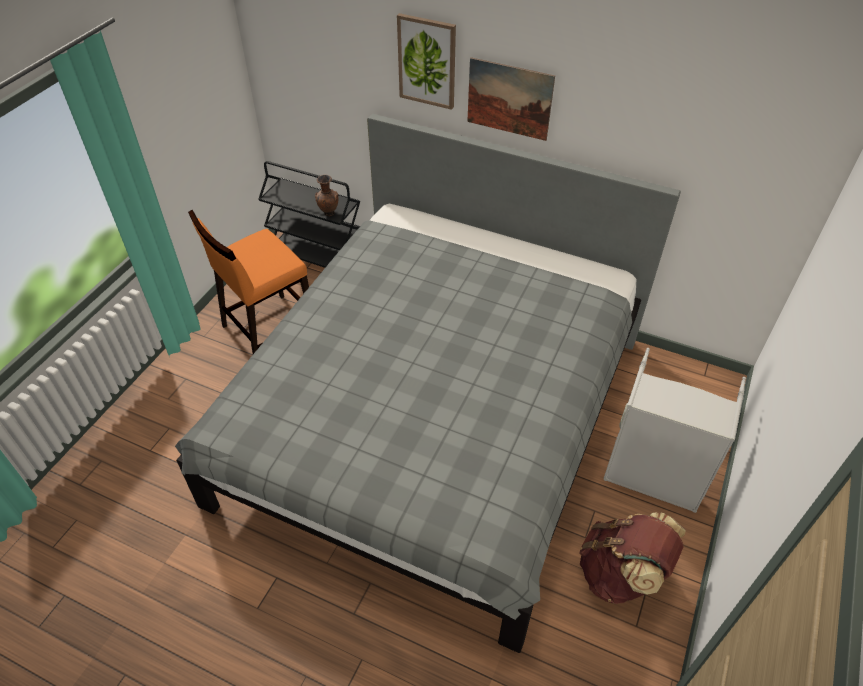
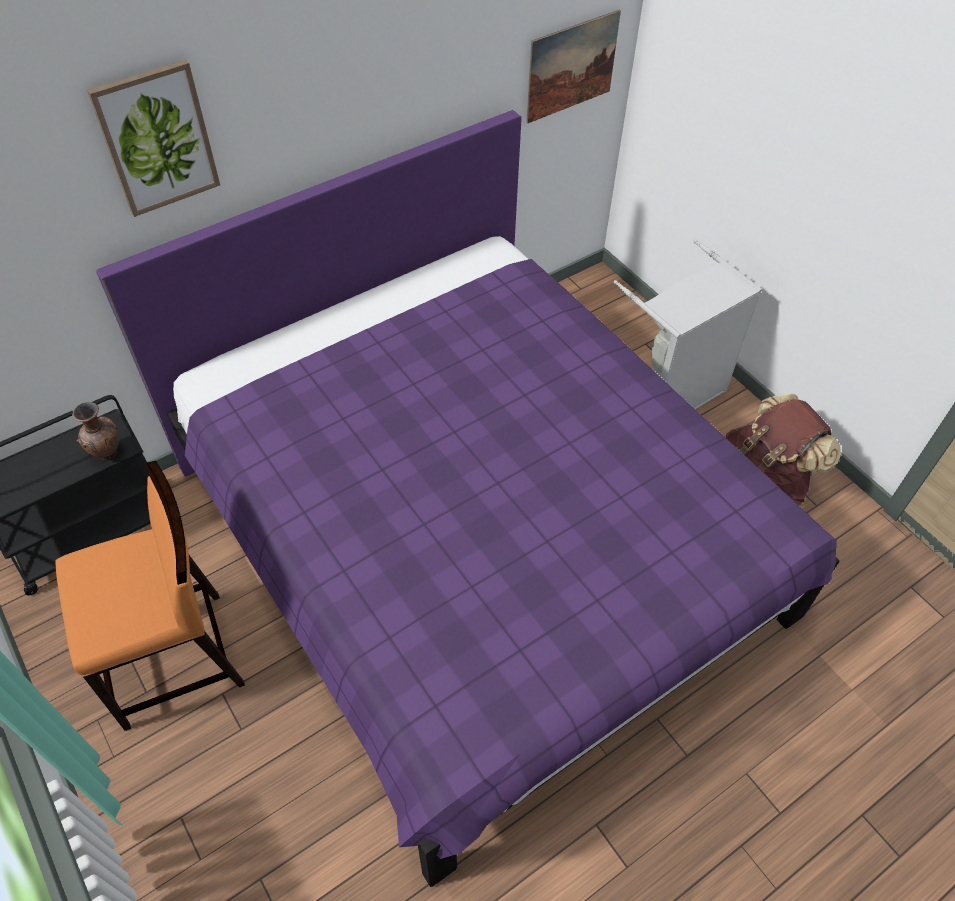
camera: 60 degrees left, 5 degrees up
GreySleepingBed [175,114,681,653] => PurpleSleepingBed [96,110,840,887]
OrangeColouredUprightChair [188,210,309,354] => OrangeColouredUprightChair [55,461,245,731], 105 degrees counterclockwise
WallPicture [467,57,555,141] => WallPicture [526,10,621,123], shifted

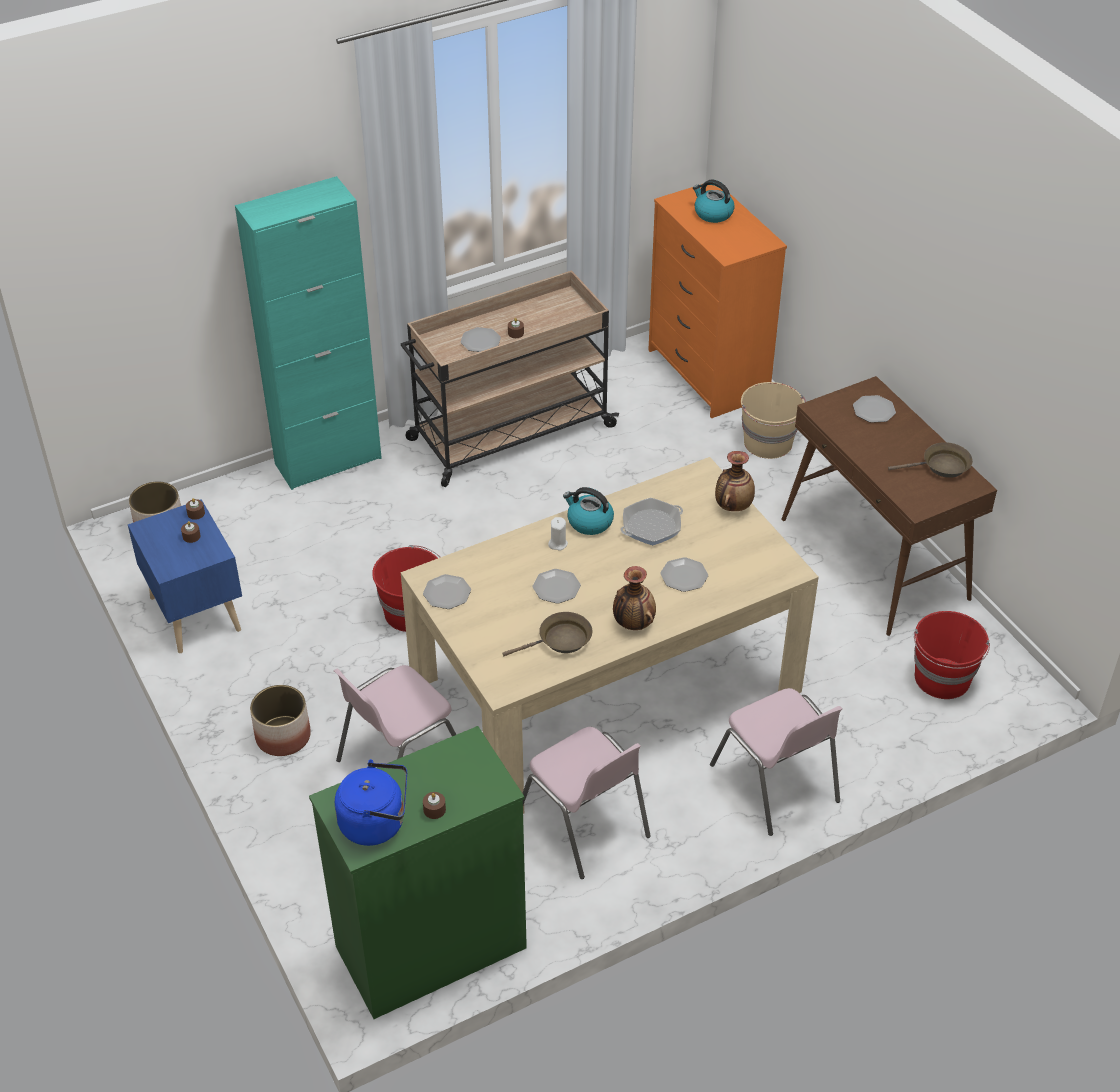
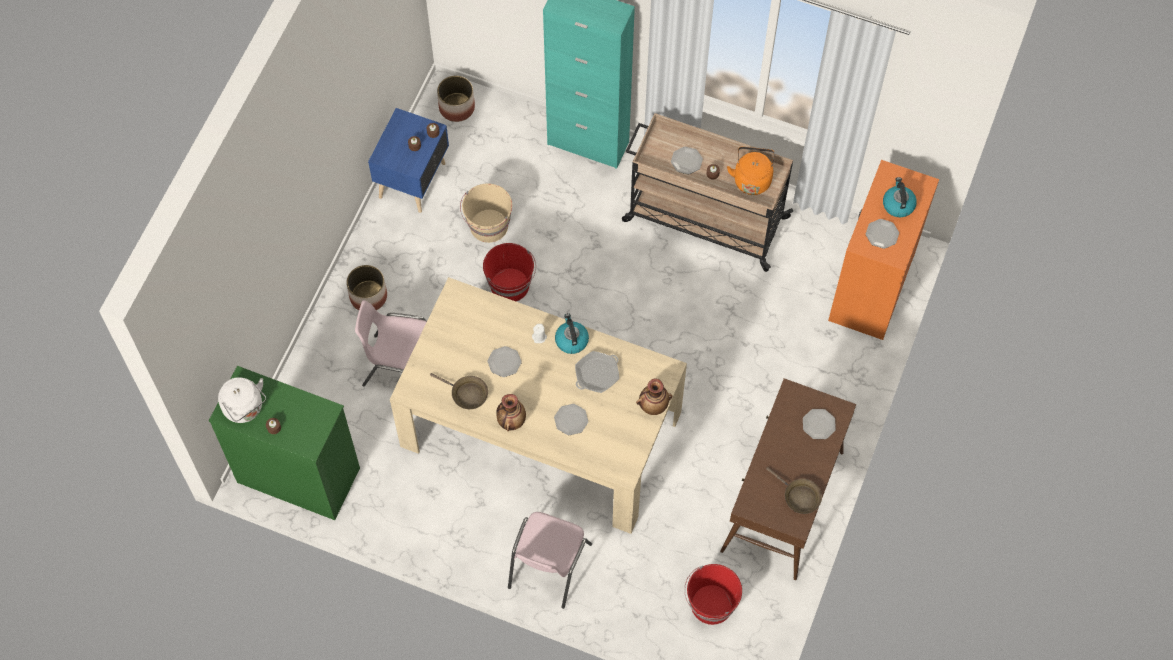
camera: 50 degrees right, 20 degrees up
BlueColouredKettle [335,759,407,846] => WhitishKettle [218,377,266,423]
Plate [423,574,471,609] => Plate [866,219,899,249], shifted
PinkUprightChair [522,727,651,879] => nothing
FryingPan [621,498,683,545] => FryingPan [575,351,619,393], 120 degrees clockwise
BeigePail [741,382,806,459] => BeigePail [460,183,512,243], shifted
nothing => OrangeColouredKettle [727,147,775,195]

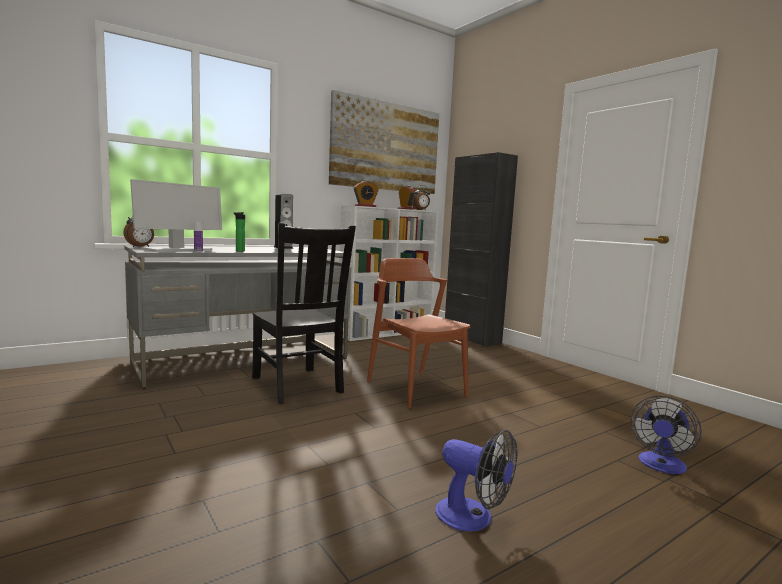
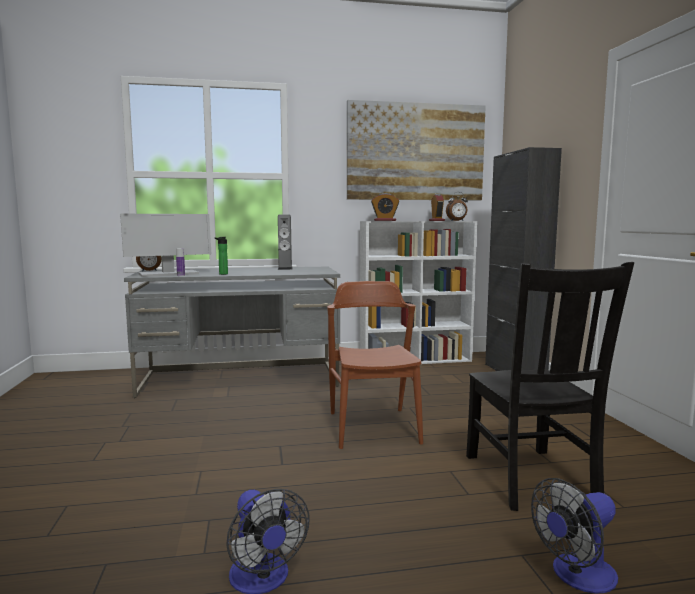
camera: 25 degrees right, 0 degrees up
BlackishUprightChair [252,223,356,404] => BlackishUprightChair [466,262,634,511], shifted

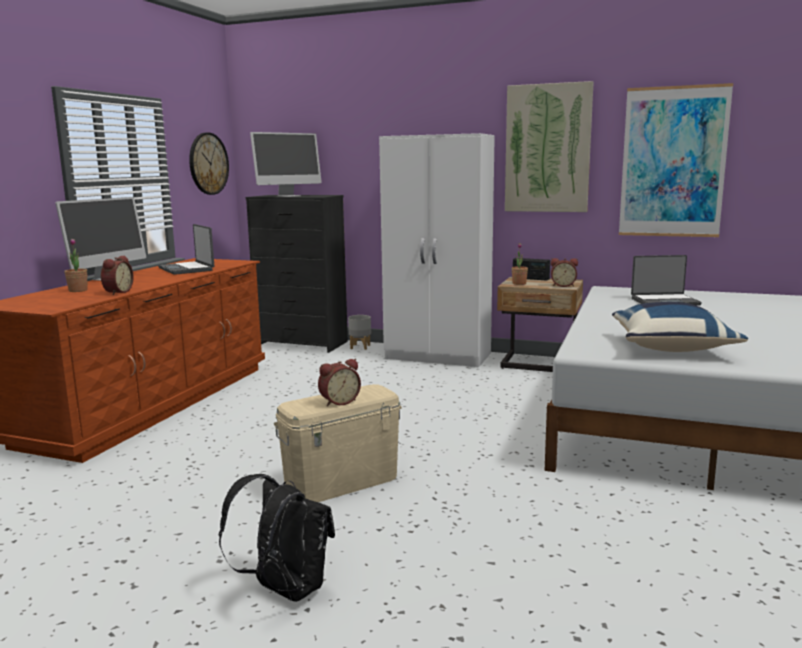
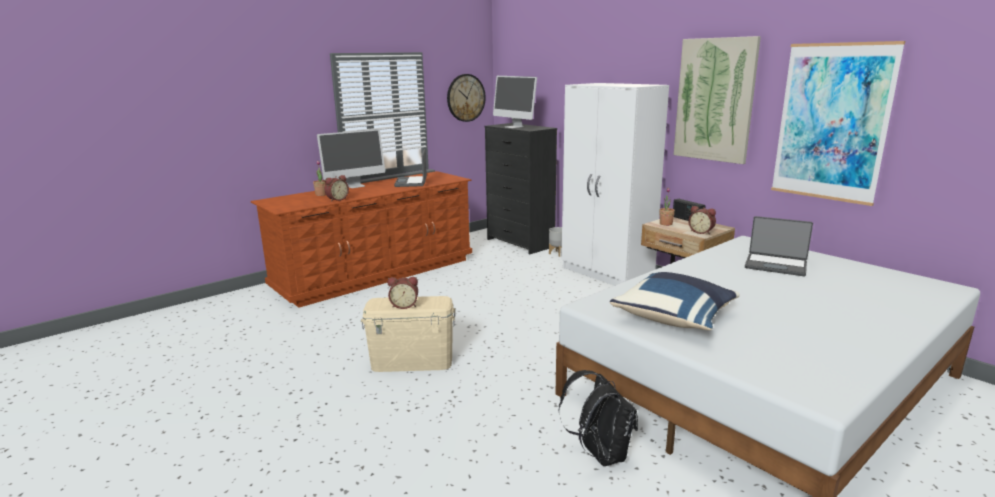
camera: 30 degrees right, 5 degrees up
BlackishBackpack [219,474,335,602] => BlackishBackpack [558,370,638,466], shifted
Monitor [250,132,322,197] => Monitor [493,76,537,128], 60 degrees clockwise

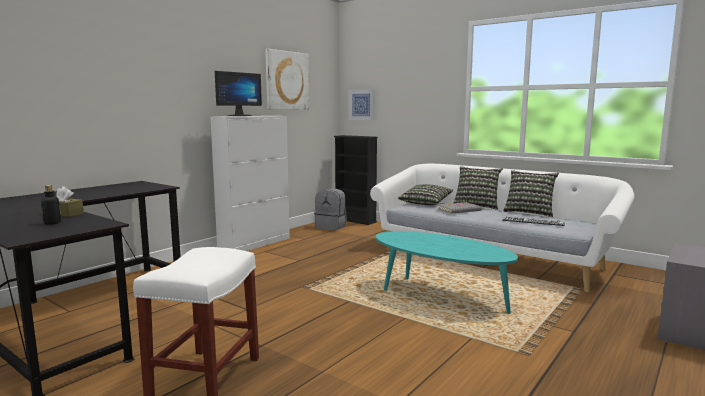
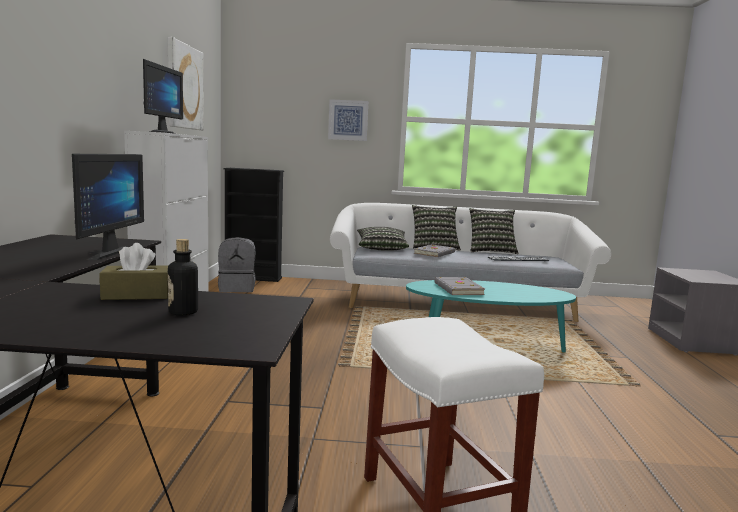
camera: 35 degrees left, 0 degrees up
WallPicture [349,89,374,120] => WallPicture [328,99,368,141], shifted
nothing => Monitor [72,154,144,260]
nothing => GreyBook [434,277,485,295]

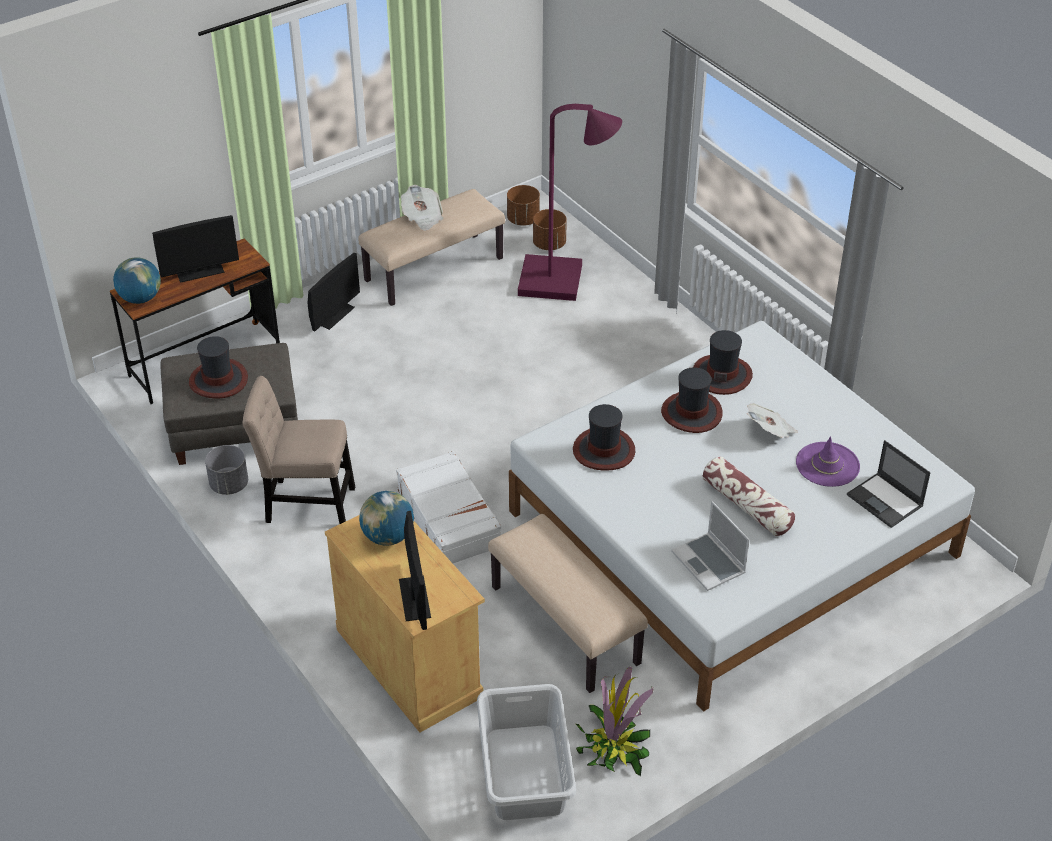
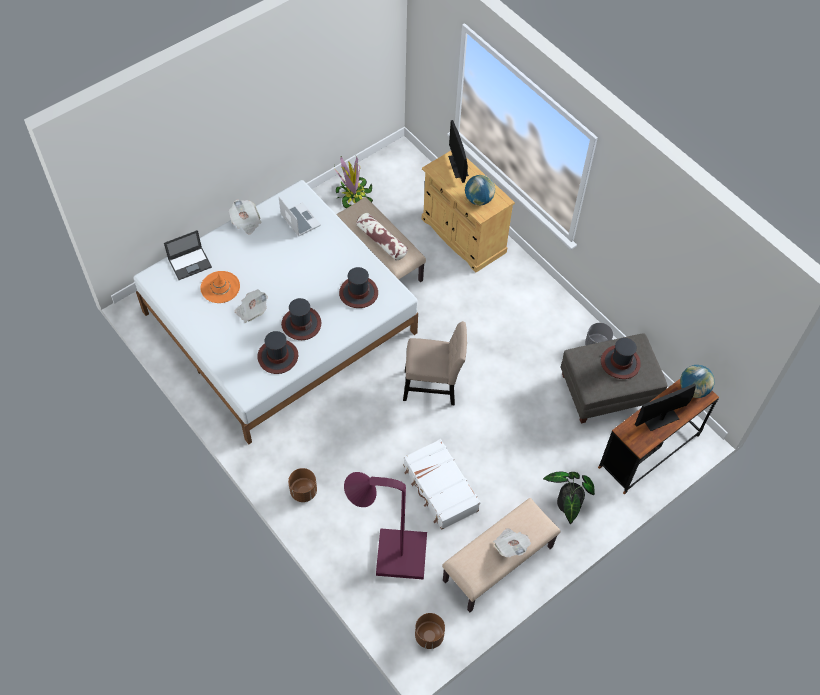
camera: 175 degrees right, 15 degrees up
BeigeUprightChair [242,376,355,524] => BeigeUprightChair [403,321,467,405], shifted
Monitor [308,253,360,331] => PottedPlant [543,471,595,524]
WhitishSuitcase [396,451,501,563] => WhitishSuitcase [403,439,481,530], shifted
GreyHamper [477,684,576,820] => nothing
BrownColouredFlowerPot [533,209,567,250] => BrownColouredFlowerPot [288,468,317,502], shifted
ThrowPillow [703,457,795,536] => ThrowPillow [356,213,408,261], shifted
PurpleWearableHat [796,436,860,487] => OrangeColouredWearableHat [200,271,240,303]
Laptop [847,440,931,528] => Laptop [164,230,212,280], 105 degrees clockwise
nothing => PrintedPaper [229,199,262,234]

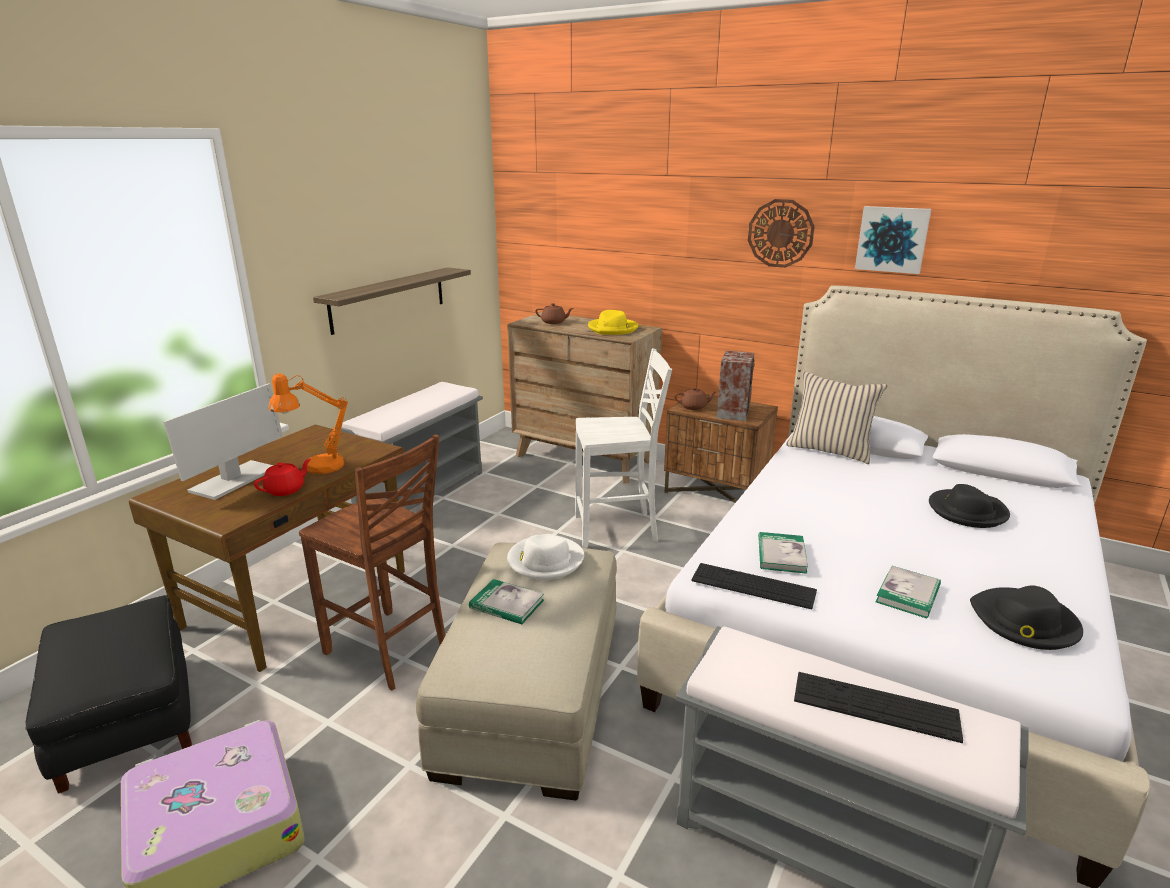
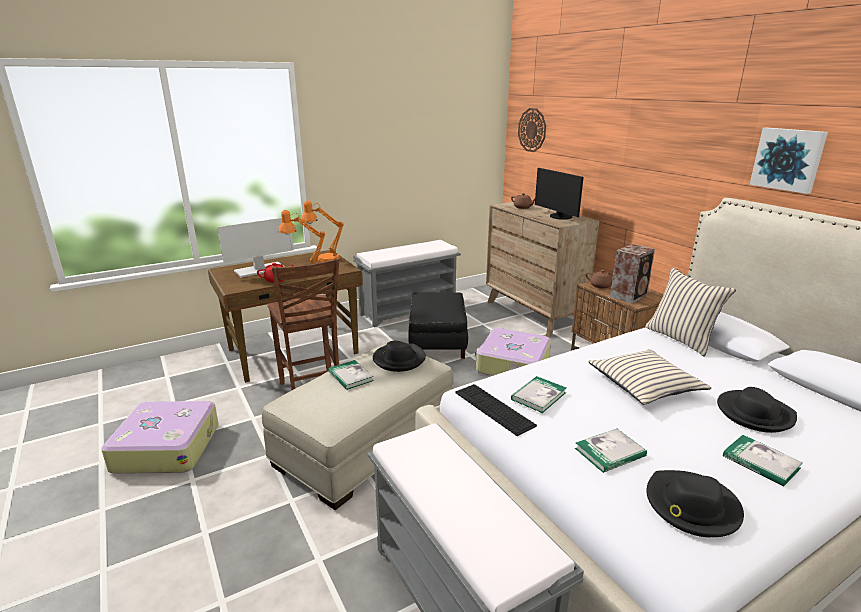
camera: 30 degrees right, 0 degrees up
BlackishFootrest [25,595,192,794] => BlackishFootrest [408,292,468,359], shifted
BracketShelf [313,267,471,335] => nothing
WhitishWearableHat [507,534,584,580] => BlackishWearableHat [373,341,426,372]
WhitishUprightChair [575,349,672,548] => Suitcase [475,328,551,376]
YellowColouredWearableHat [588,310,638,335] => Monitor [535,168,583,220]
WallClock [748,199,815,268] => WallClock [518,108,546,152], shifted
PcKeyboard [794,672,963,743] => nothing
nothing => OrangeColouredLampForATable [301,200,344,262]
nothing => BeigeThrowPillow [588,349,711,405]
nothing => Book [723,435,803,487]

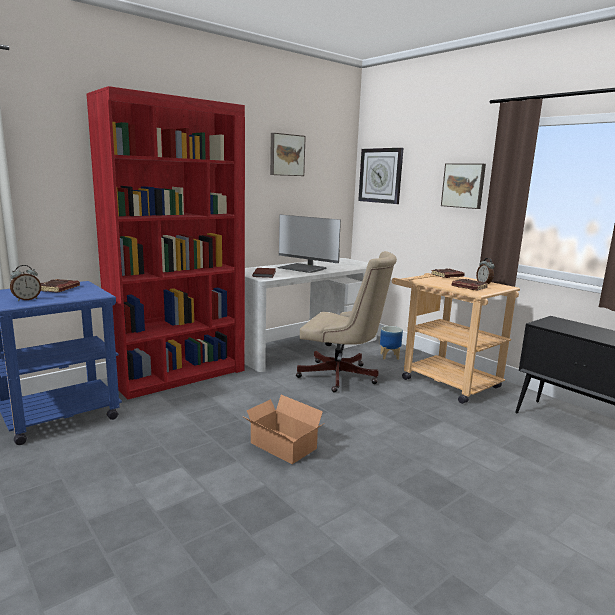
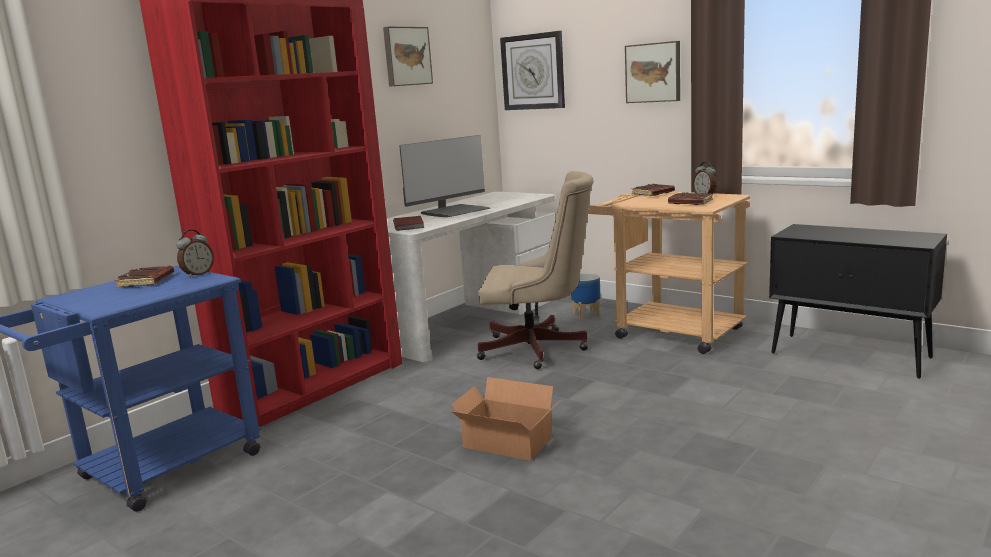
camera: 10 degrees left, 0 degrees up
TableClock [10,265,41,301] => TableClock [177,230,214,278], shifted
Monitor [277,215,341,273] => Monitor [399,135,490,217], 60 degrees counterclockwise

